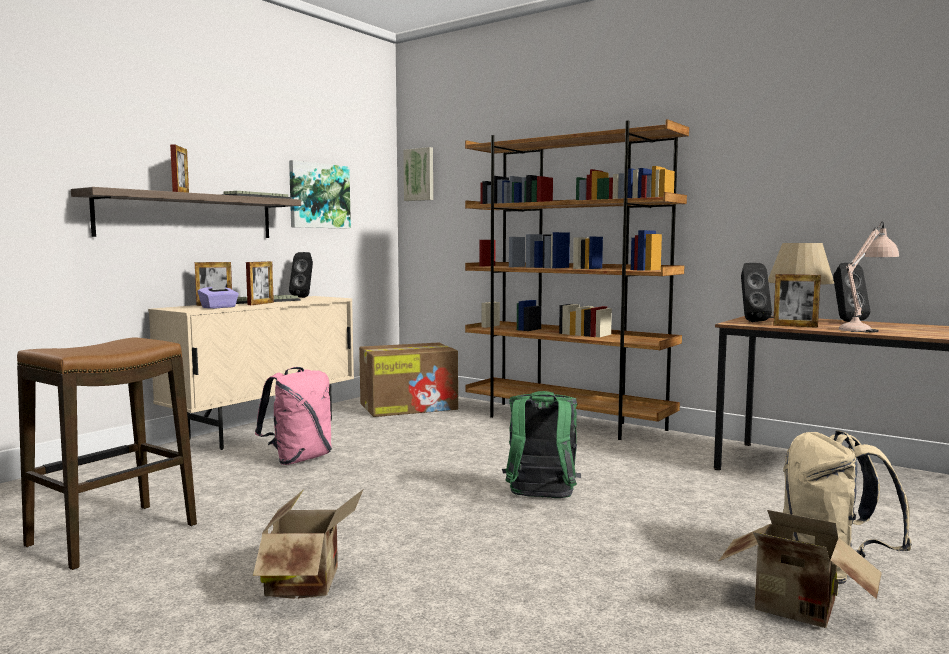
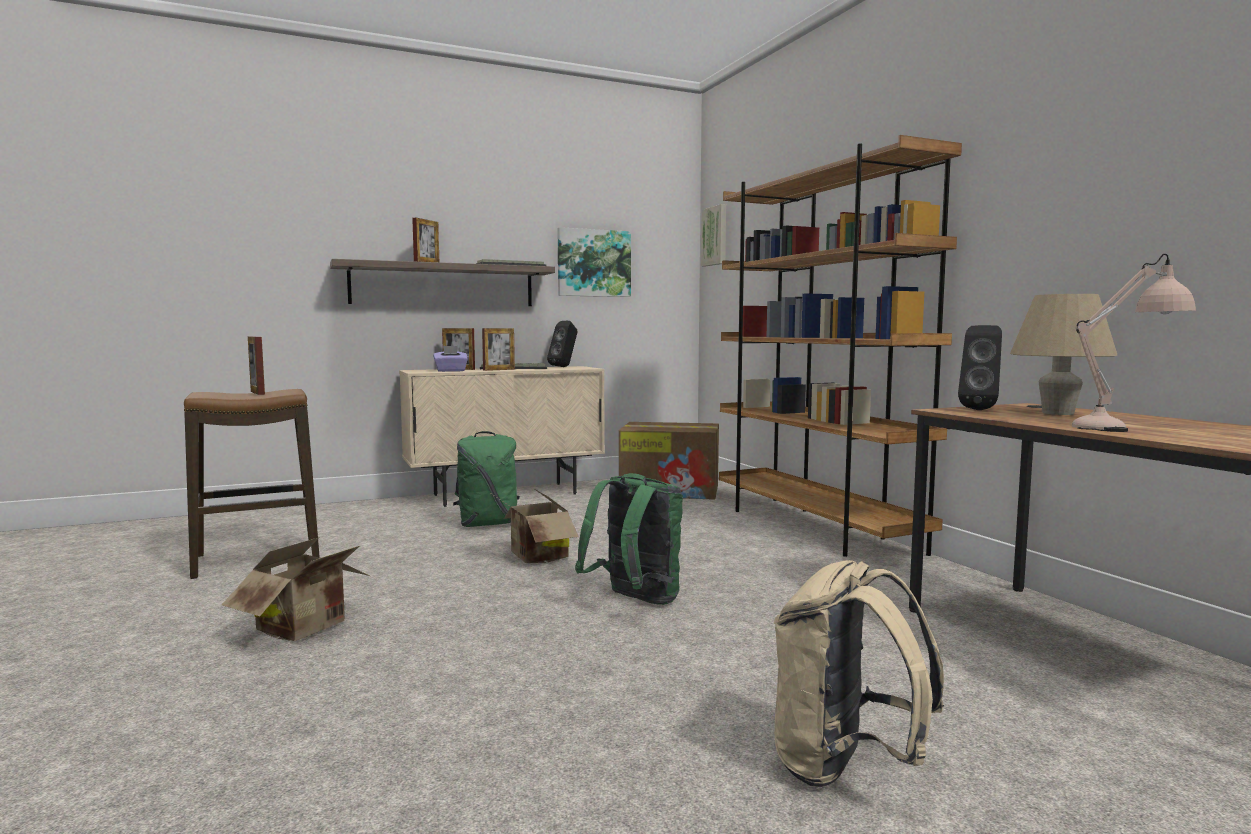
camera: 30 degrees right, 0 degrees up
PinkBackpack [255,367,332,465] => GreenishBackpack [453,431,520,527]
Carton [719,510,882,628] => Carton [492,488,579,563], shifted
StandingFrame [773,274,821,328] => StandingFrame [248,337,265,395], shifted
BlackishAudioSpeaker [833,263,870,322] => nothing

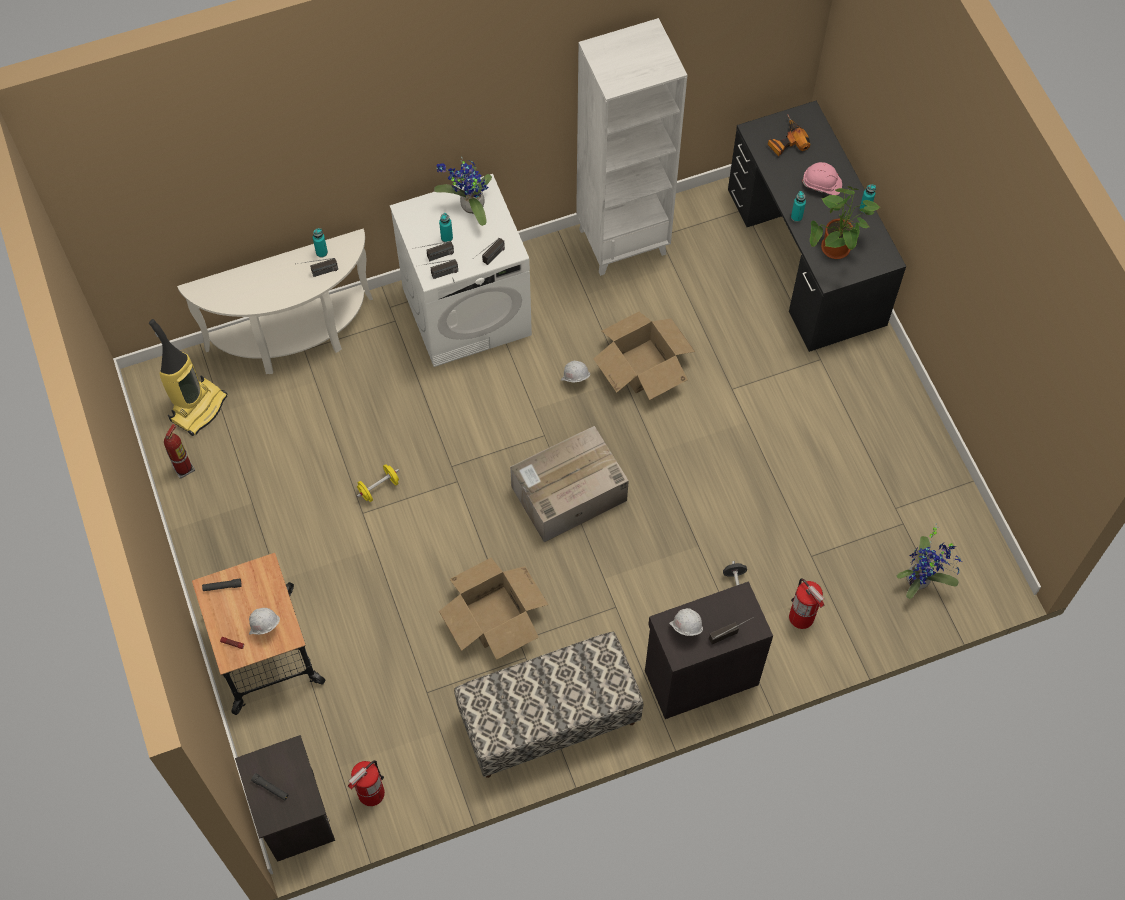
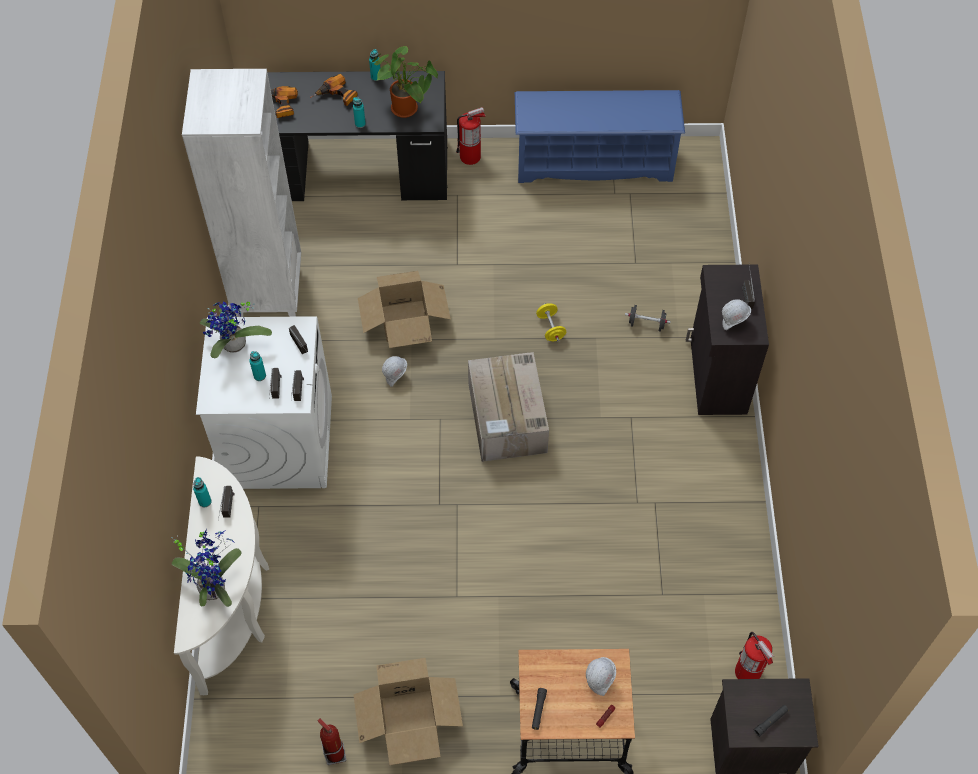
camera: 70 degrees left, 5 degrees down
Hoover [149,319,227,436] => nothing
YellowColouredHandWeight [357,464,399,502] => YellowColouredHandWeight [536,303,566,341], shifted
Carton [439,558,548,660] => Carton [354,658,463,765], shifted
Bench [454,632,643,778] => nothing
Extinguisher [789,578,825,629] => Extinguisher [456,107,486,165], shifted
PinkHardHat [802,162,842,195] => PowerDrill [310,74,358,106]
PottedPlant [897,523,962,599] => PottedPlant [171,529,241,607], shifted
nothing => BlueColouredShoeShelf [515,90,685,183]

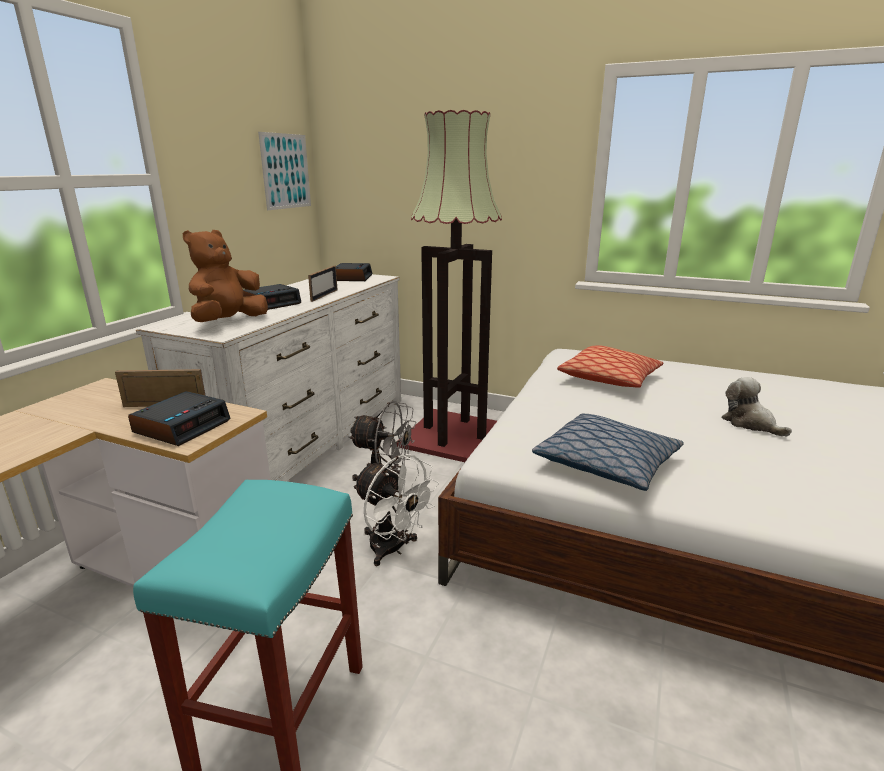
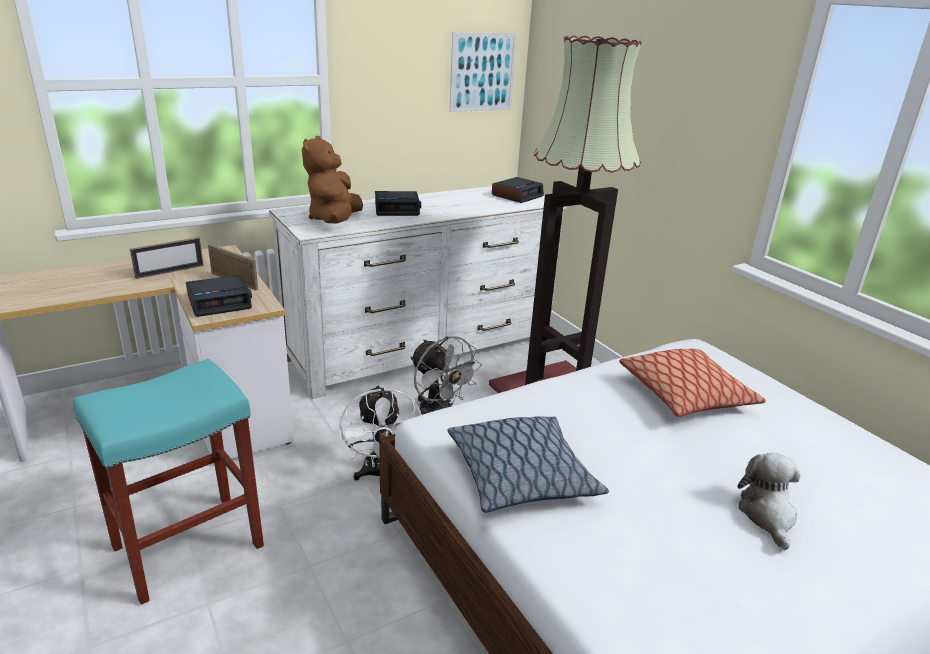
camera: 35 degrees right, 5 degrees up
BrownColouredCuddlyToy [183,230,268,322] => BrownColouredCuddlyToy [302,136,363,223], 60 degrees counterclockwise
StandingFrame [308,266,337,302] => StandingFrame [130,237,204,279], shifted

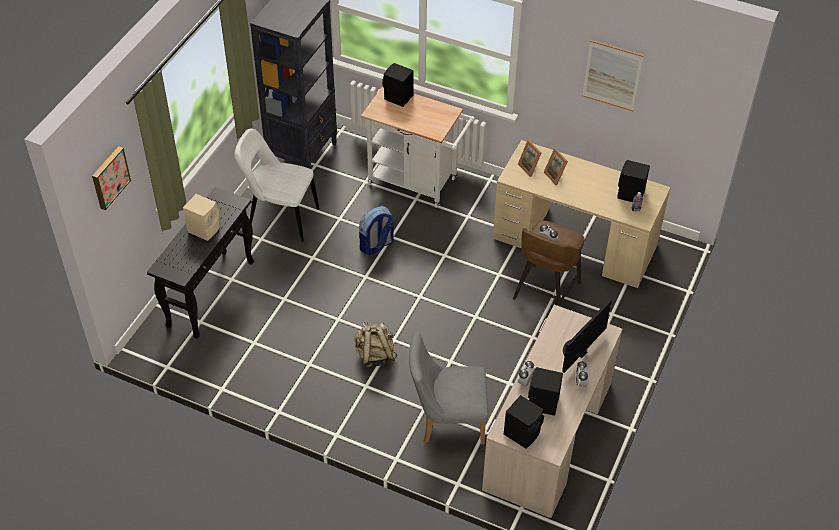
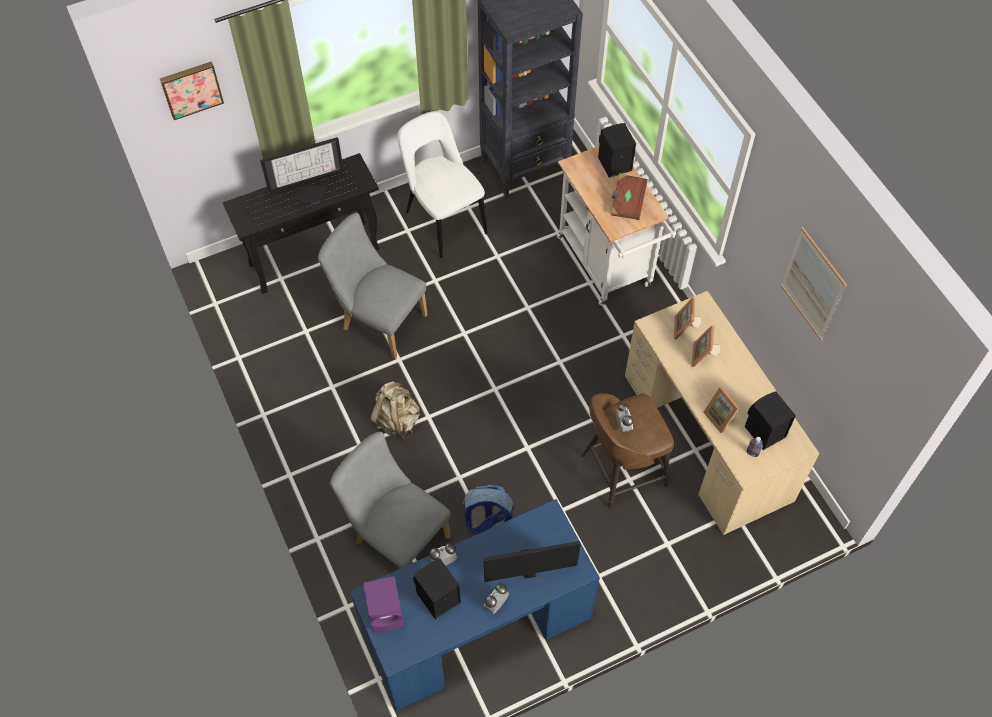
camera: 40 degrees right, 10 degrees up
BeigeAudioSpeaker [183,194,220,241] => Monitor [260,137,344,204]
Backpack [359,206,394,255] => Backpack [462,485,513,535], shifted
BeigeDeskTable [482,305,622,518] => BlueColouredDeskTable [350,499,600,711]
BlackishAudioSpeaker [504,395,544,449] => PurpleAudioSpeaker [363,576,404,632]
nothing => GreyUprightChair [318,213,428,359]
nothing => BrownColouredBook [611,173,648,220]
nothing => StandingFrame [703,387,739,433]

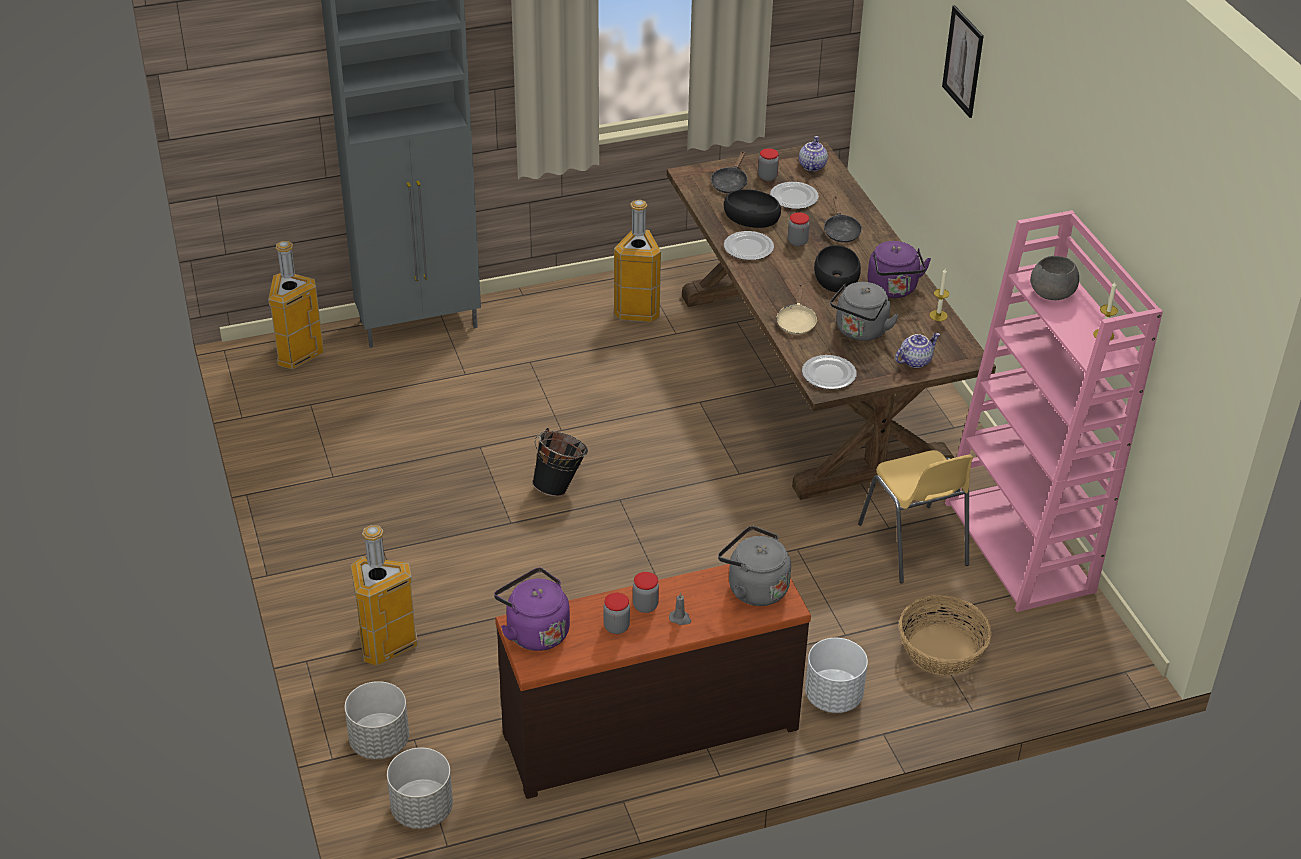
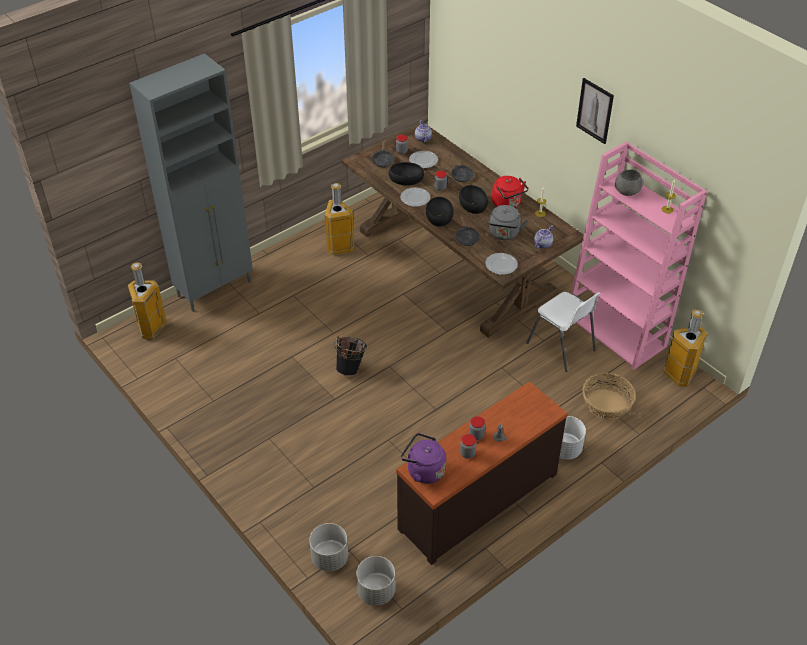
camera: 20 degrees left, 5 degrees up
RubbishBin [351,525,418,666] => RubbishBin [663,309,708,386], shifted
GreyKettle [718,526,791,606] => nothing
BeigeFryingPan [776,283,818,335] => BlackishFryingPan [456,214,480,246]
YellowColouredUprightChair [858,450,973,583] => WhitishUprightChair [526,292,600,372]
PurpleKettle [867,241,931,298] => RedColouredKettle [492,176,528,208]
WallPicture [942,5,984,118] => WallPicture [576,78,614,144], shifted
nothing => BlackishBowl [426,197,454,226]

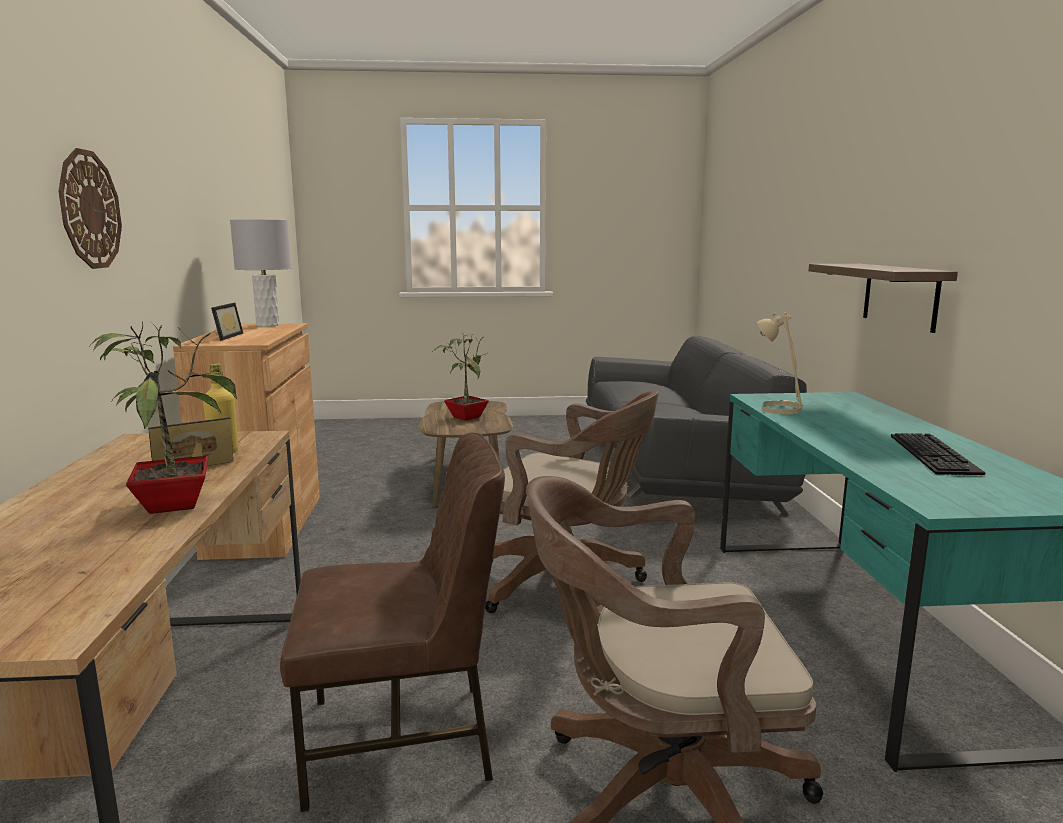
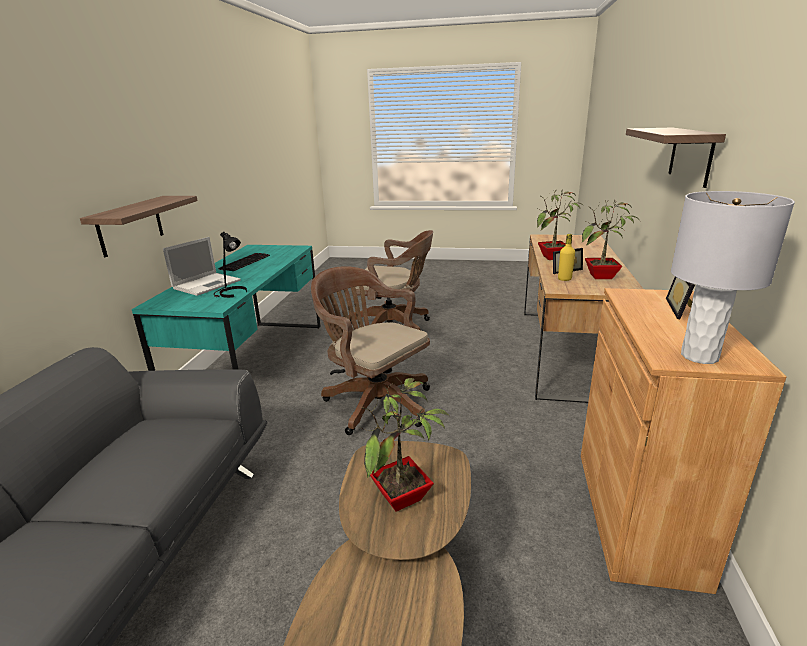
camera: 165 degrees left, 10 degrees up
WallClock [59,148,122,269] => BracketShelf [626,128,726,188]
BrownColouredUprightChair [280,433,505,812] => nothing
BeigeLampForATable [757,312,804,414] => BlackishLampForATable [213,231,247,298]
nothing => Laptop [163,237,241,296]
nothing => PottedPlant [582,199,639,279]

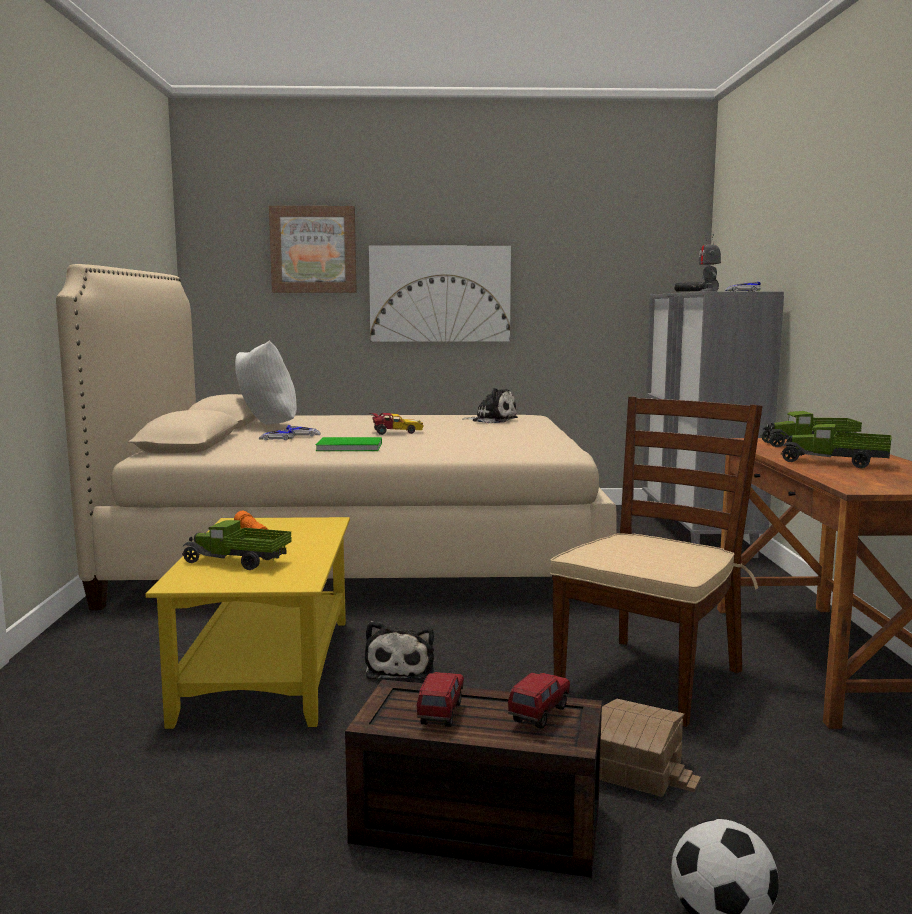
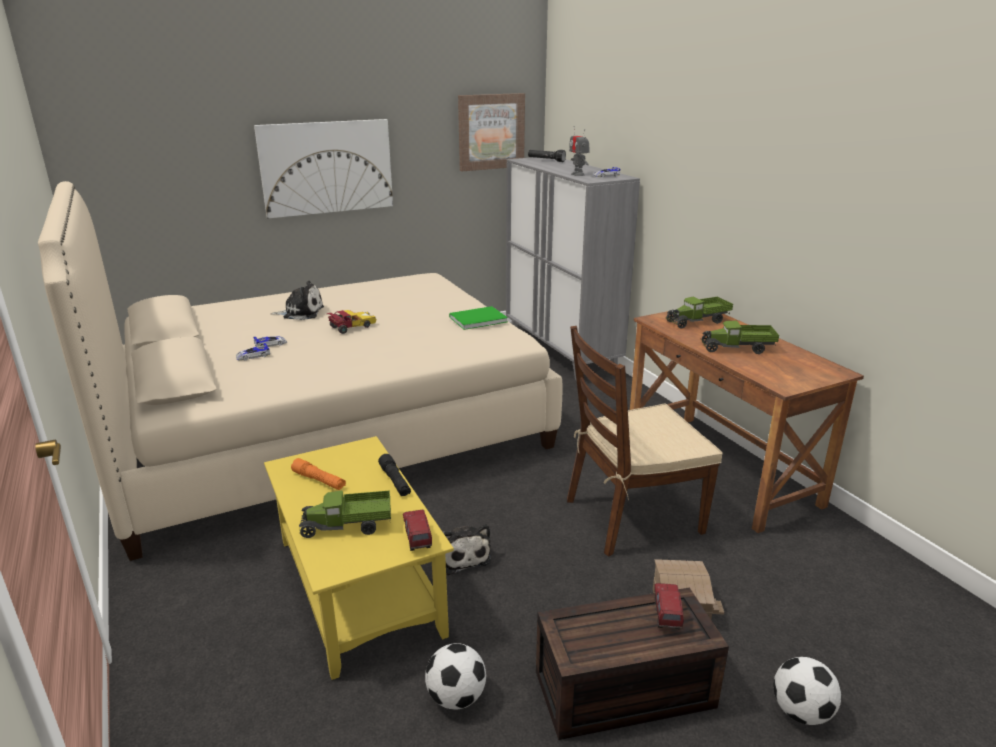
camera: 25 degrees left, 15 degrees up
WhitishThrowPillow [235,340,297,425] => nothing
WallPicture [269,206,357,293] => WallPicture [458,93,525,171], shifted
GreenishBook [316,437,382,451] => GreenishBook [449,306,508,330], shifted
ModelTruck [417,672,464,727] => ModelTruck [403,510,432,551], shifted
CuddlyToy [464,388,518,423] => CuddlyToy [271,281,324,320], shifted
BrownColouredUprightChair [550,396,763,727] => BrownColouredUprightChair [567,326,723,557], 120 degrees counterclockwise
nothing => BlackishTorch [378,454,411,496]
nothing => FootballBall [425,643,486,710]

